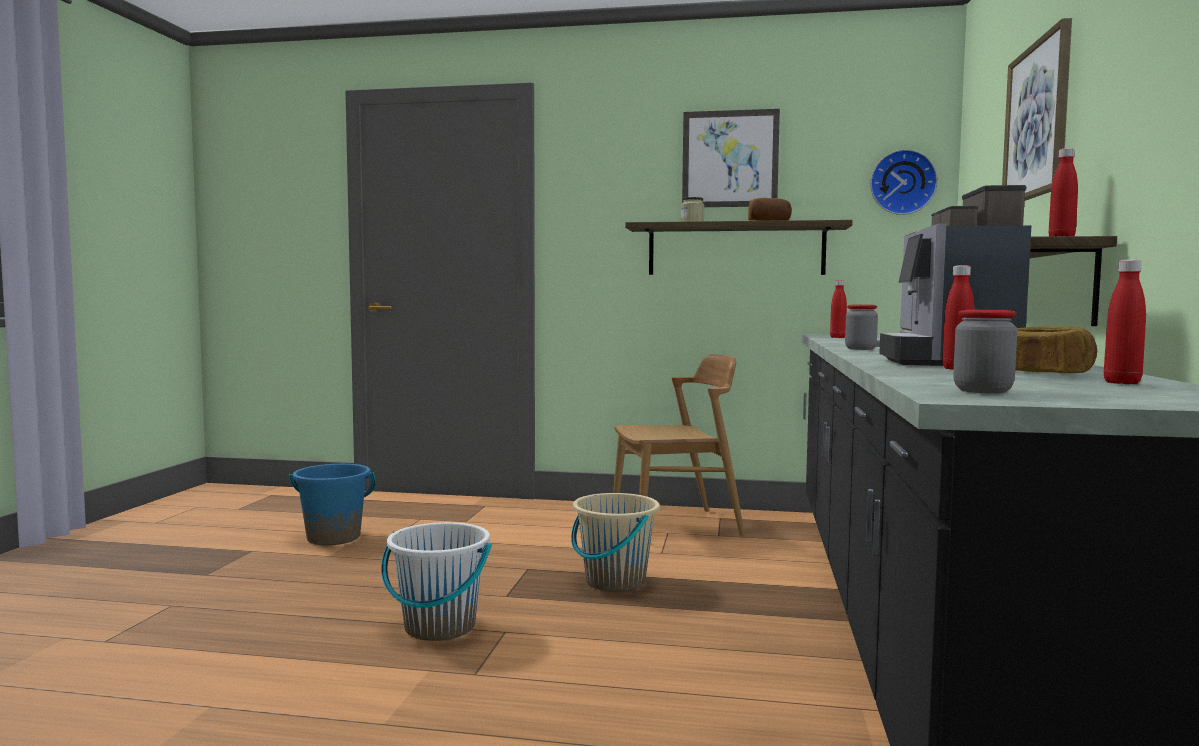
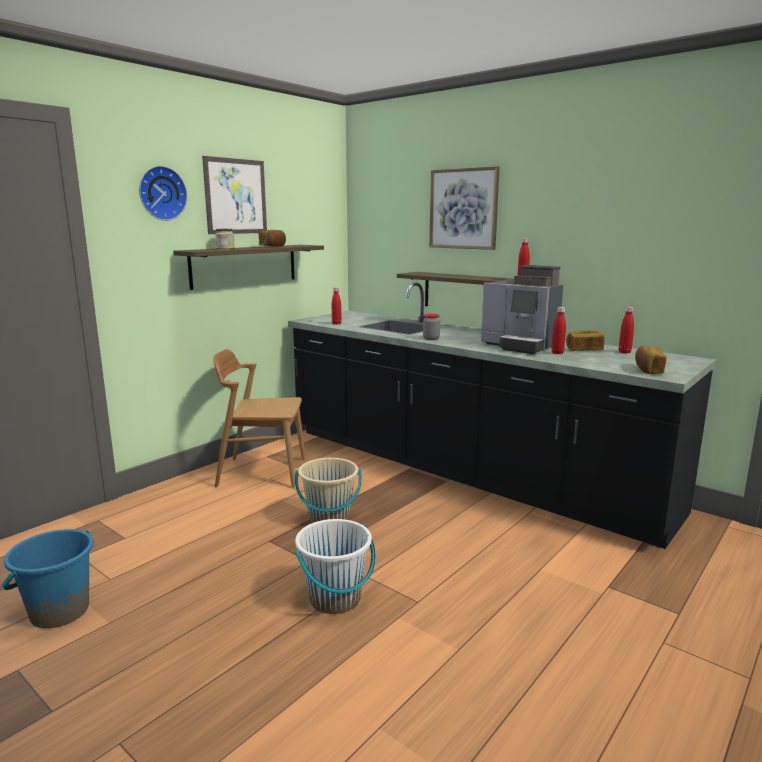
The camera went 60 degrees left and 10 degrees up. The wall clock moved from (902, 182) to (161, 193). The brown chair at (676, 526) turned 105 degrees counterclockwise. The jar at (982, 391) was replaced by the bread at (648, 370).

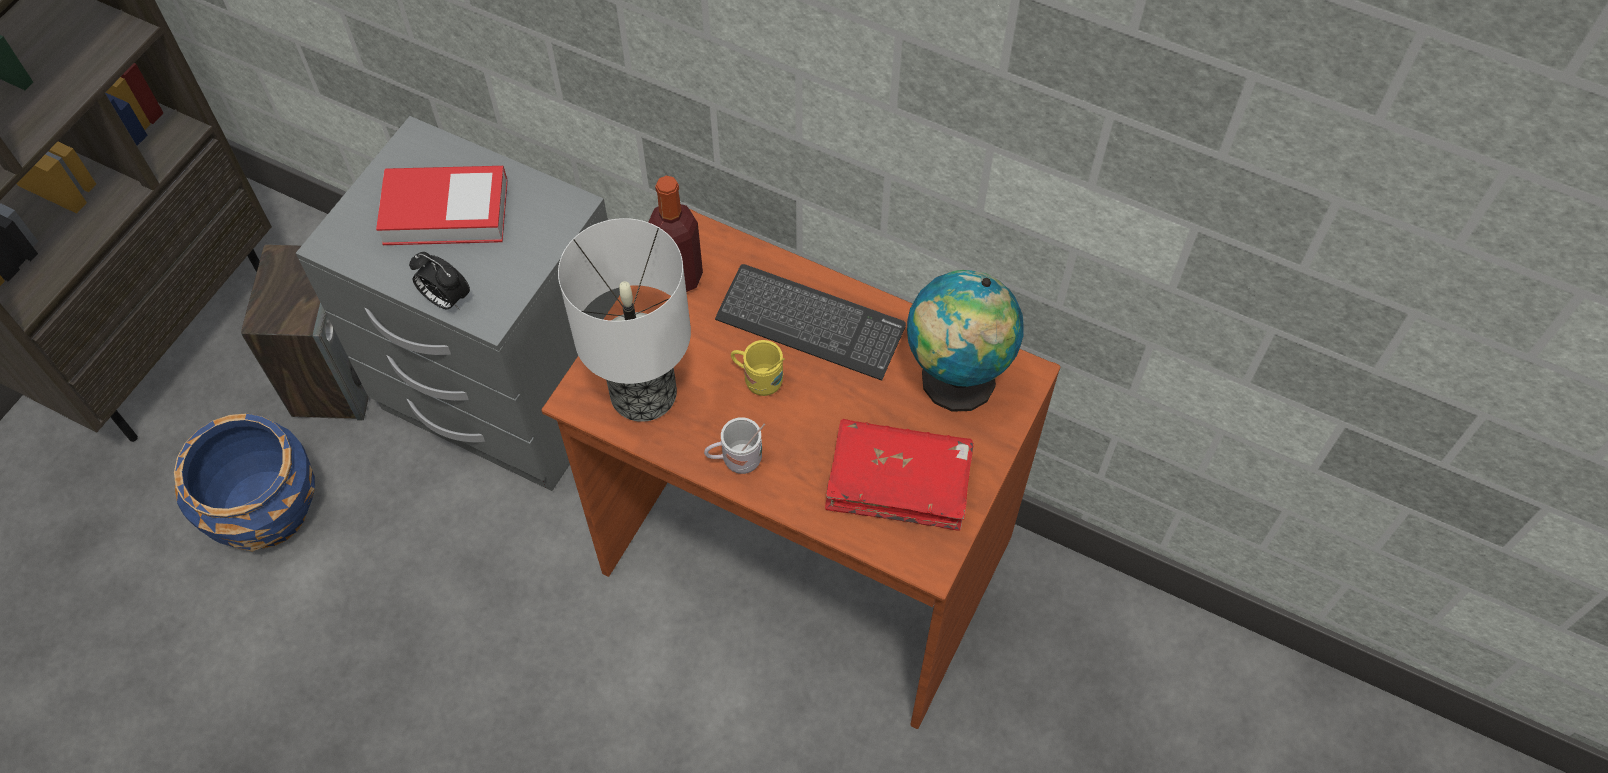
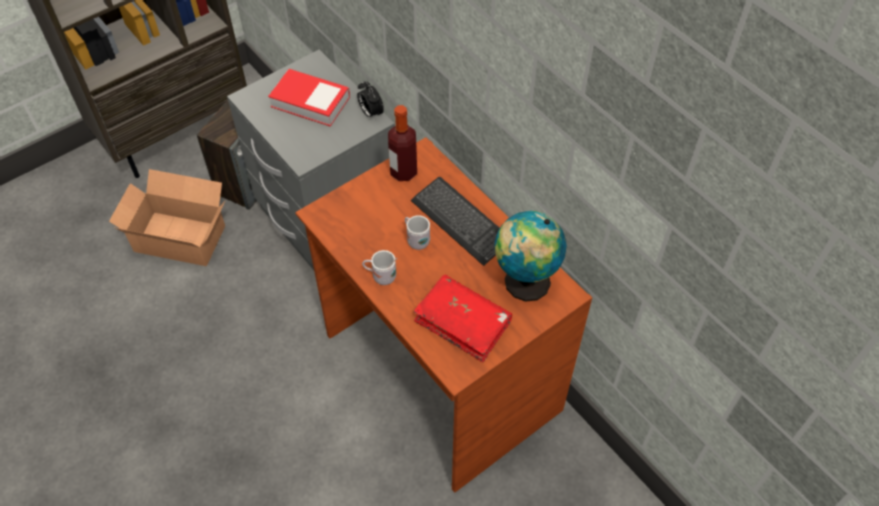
The camera went 25 degrees right and 5 degrees down. The blue planter at (266, 510) was replaced by the cardboard box at (179, 235). The alarm clock moved from (445, 299) to (370, 113). The yellow mug at (758, 380) became the white mug at (416, 240). The table lamp at (643, 392) disappeared.

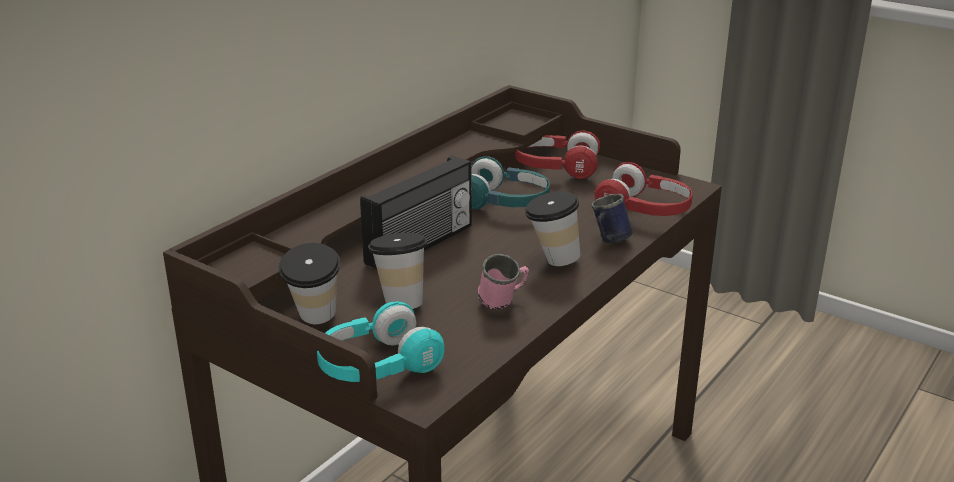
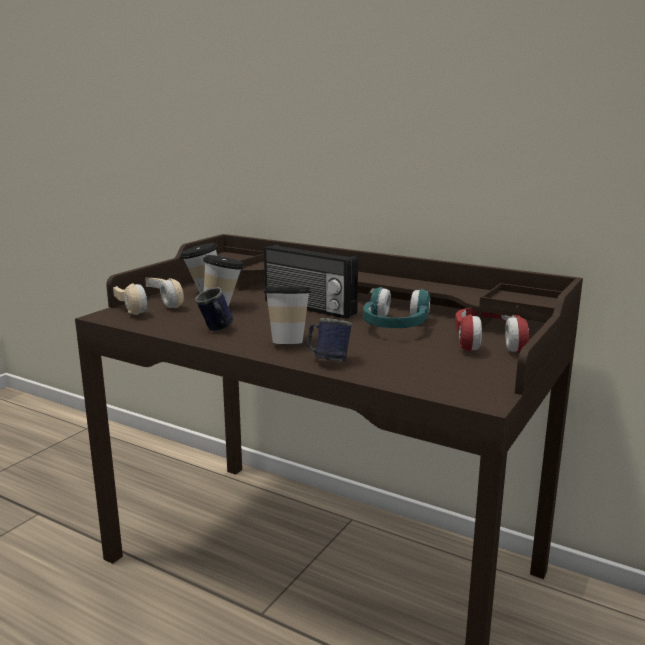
The camera went 85 degrees right and 10 degrees down. The turquoise headphones at (377, 366) became the beige headphones at (146, 306). The pink mug at (504, 304) became the blue mug at (217, 330). The red headphones at (644, 210) disappeared.

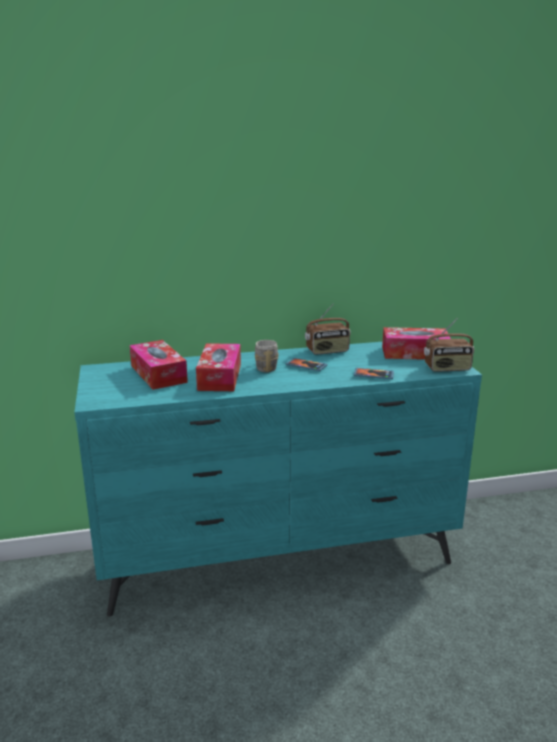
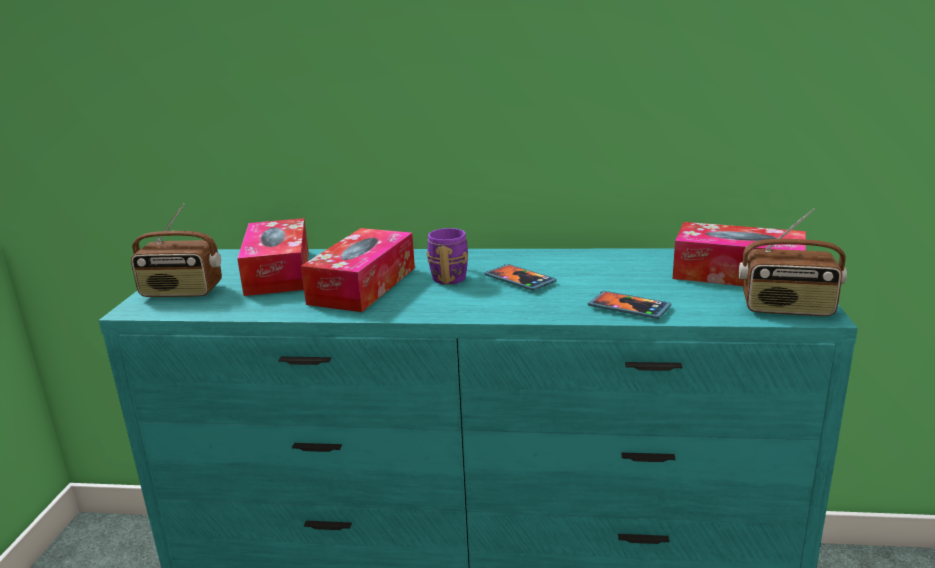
The camera went 20 degrees right and 0 degrees up. The radio moved from (327, 351) to (181, 292). The grey mug at (265, 367) became the purple mug at (450, 275).

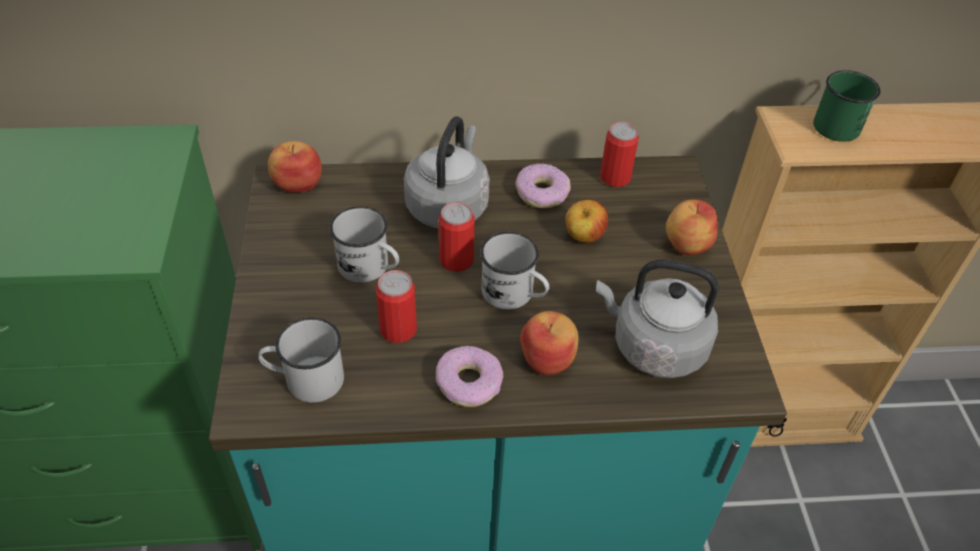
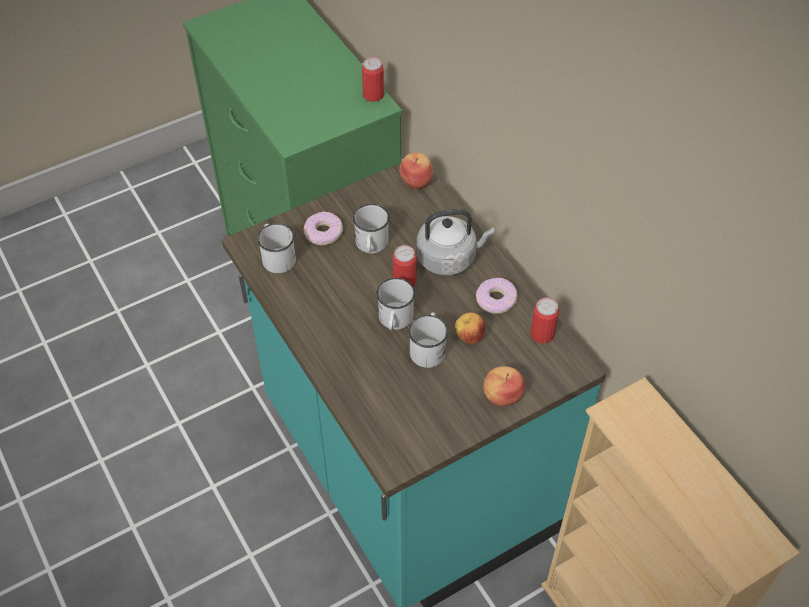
The camera went 65 degrees right and 5 degrees up. The donut moved from (469, 382) to (324, 233). The can moved from (398, 329) to (373, 95). The white mug at (428, 348) appeared. The apple at (548, 359) disappeared. The grey kettle at (653, 346) disappeared. The green mug at (837, 123) disappeared.

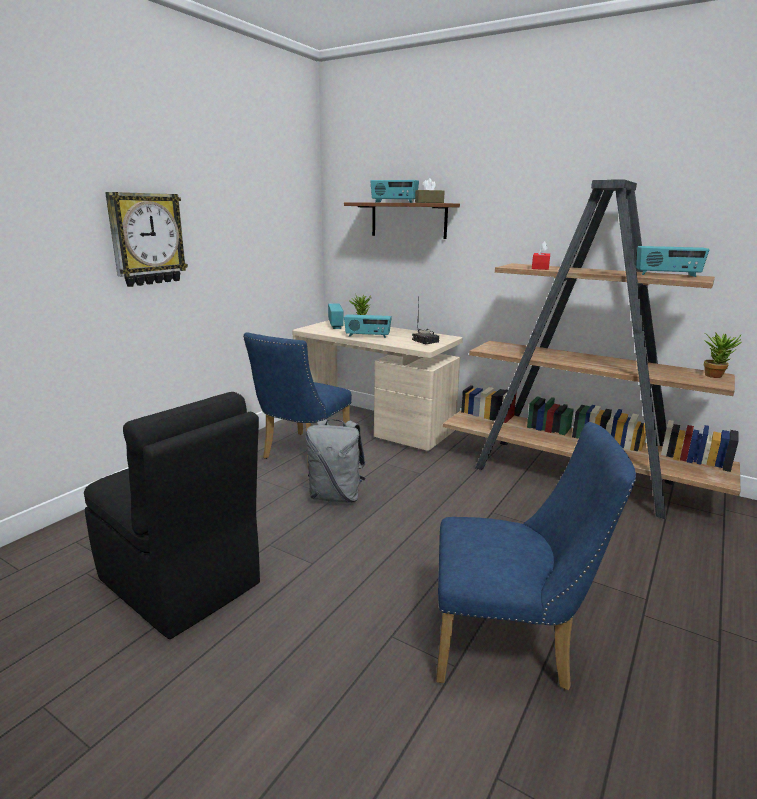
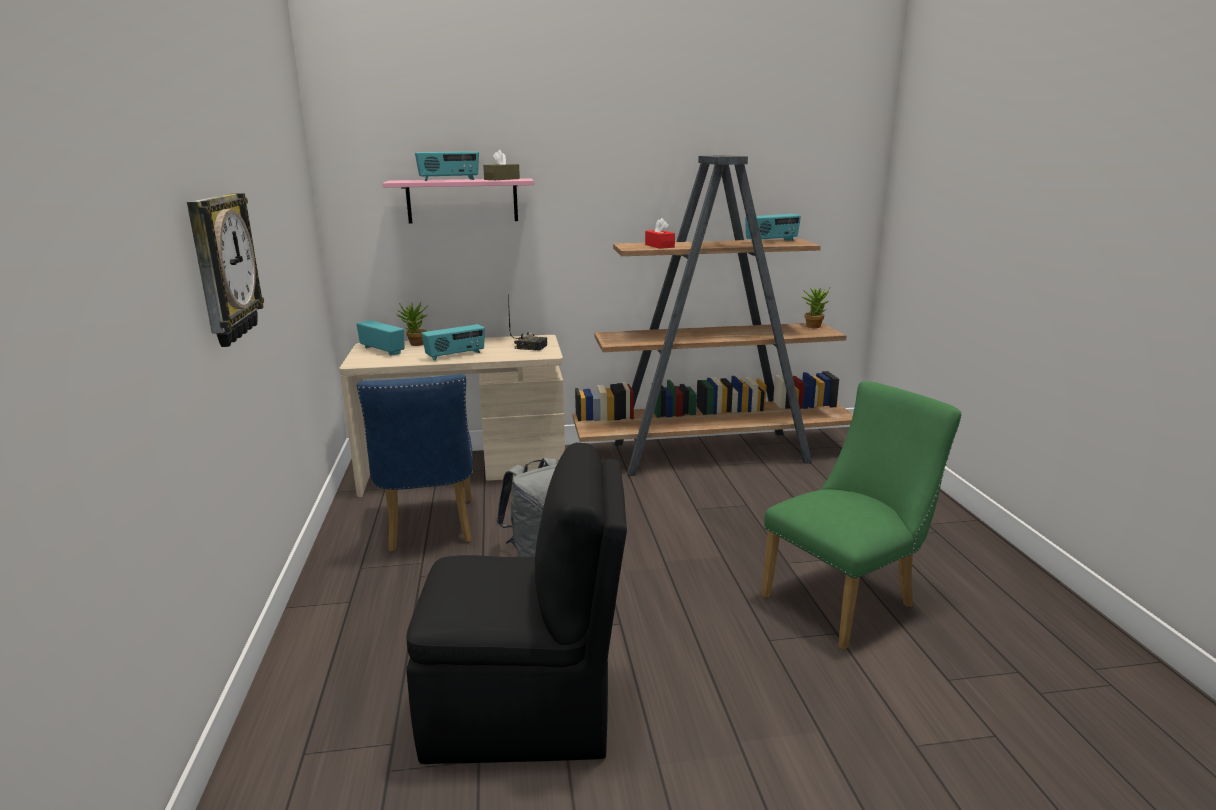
The camera went 40 degrees left and 0 degrees up. The brown shelf at (408, 220) became the pink shelf at (462, 201). The blue chair at (510, 646) became the green chair at (847, 600).

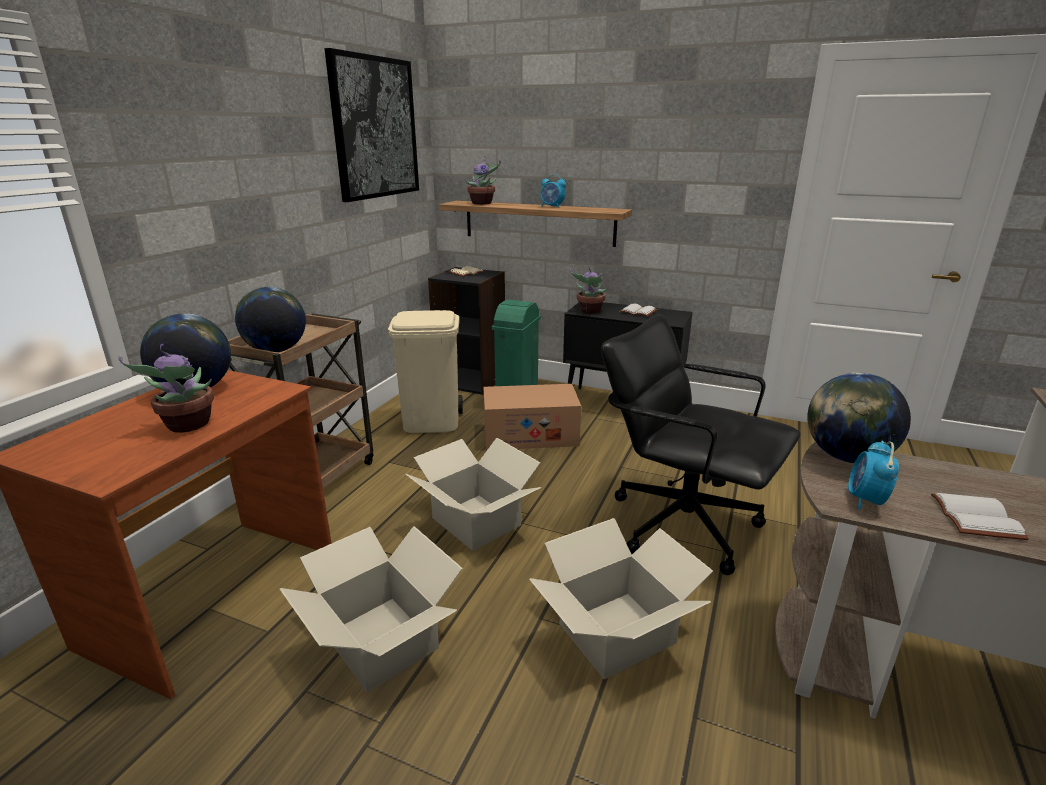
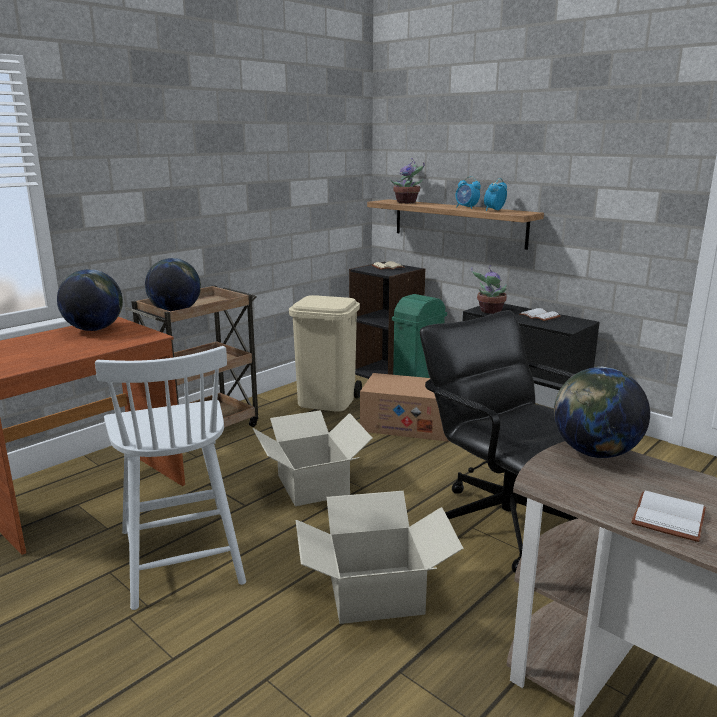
The camera went 20 degrees right and 5 degrees down. The cardboard box at (380, 642) was replaced by the white chair at (181, 554). The alarm clock moved from (865, 500) to (494, 210). The potted plant at (187, 425) disappeared. The picture at (375, 128) disappeared.

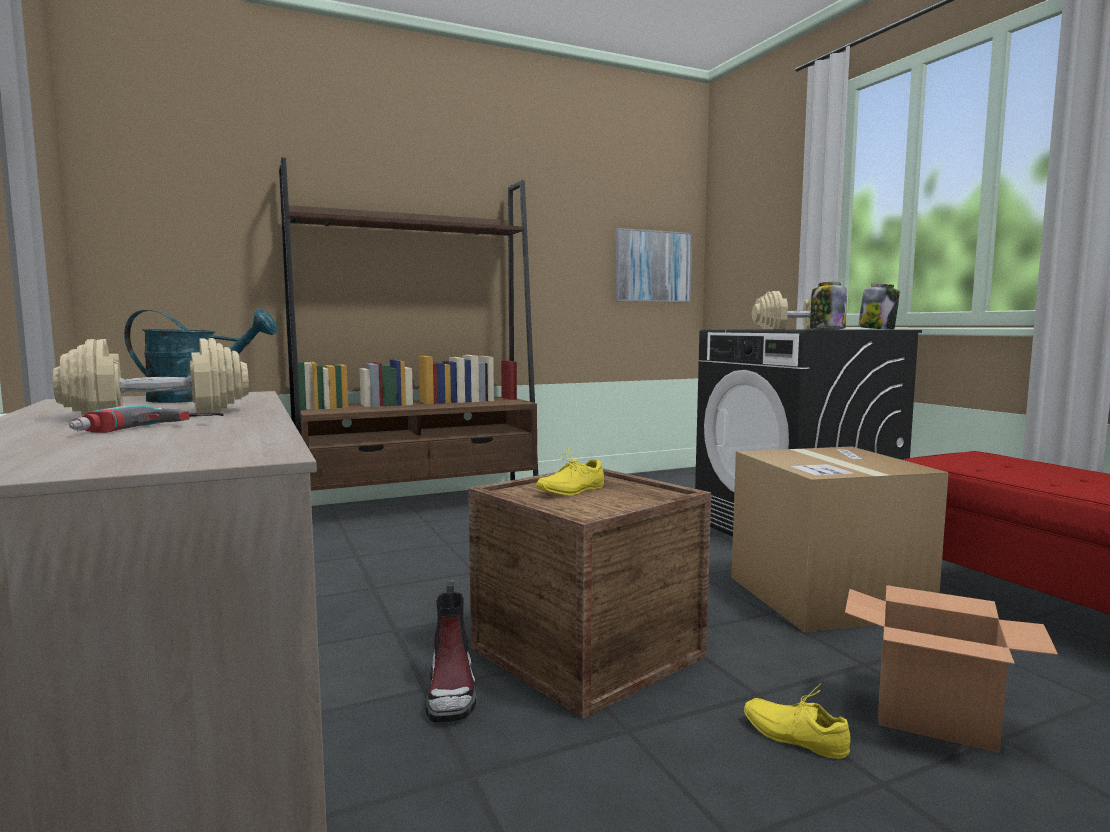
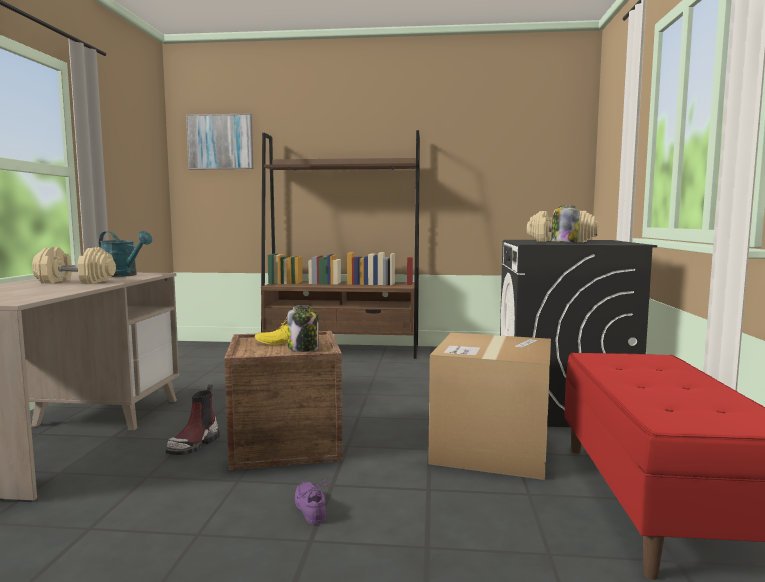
The camera went 30 degrees right and 0 degrees up. The picture moved from (652, 266) to (220, 142). The jar moved from (877, 329) to (303, 348). The yellow shoe at (795, 734) became the purple shoe at (312, 507). The power drill at (148, 429) disappeared. The cardboard box at (936, 719) disappeared.

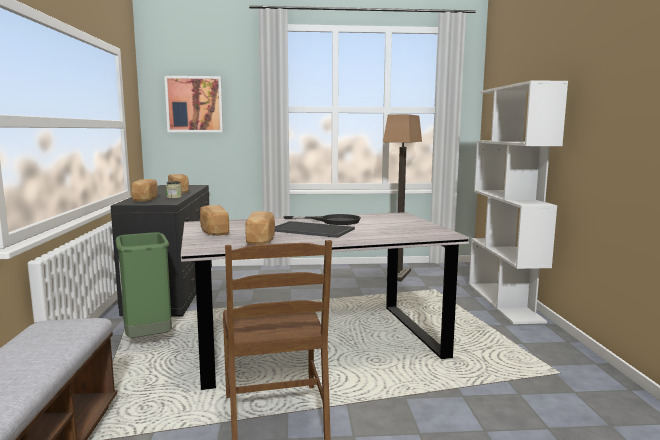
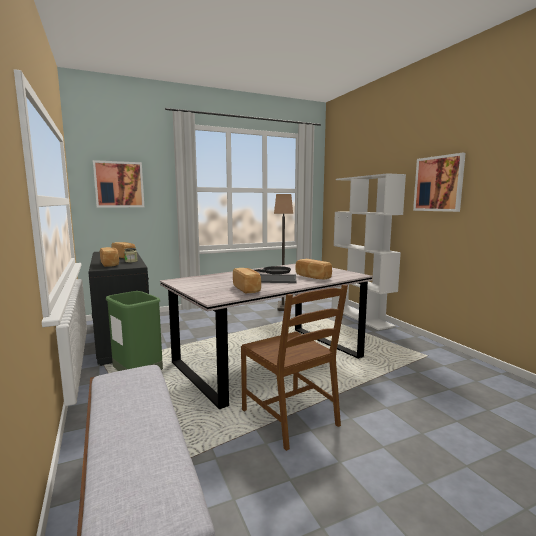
The camera went 20 degrees left and 0 degrees up. The bread moved from (213, 231) to (312, 277). The picture at (438, 184) appeared.

